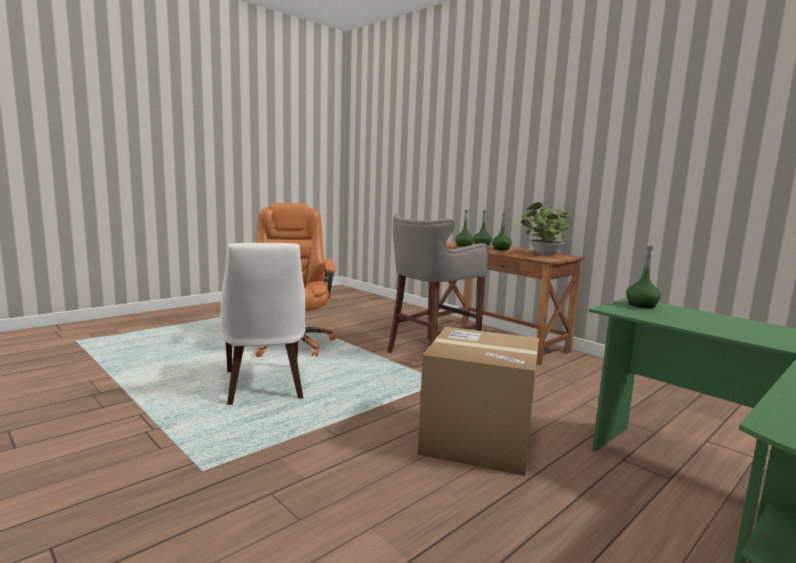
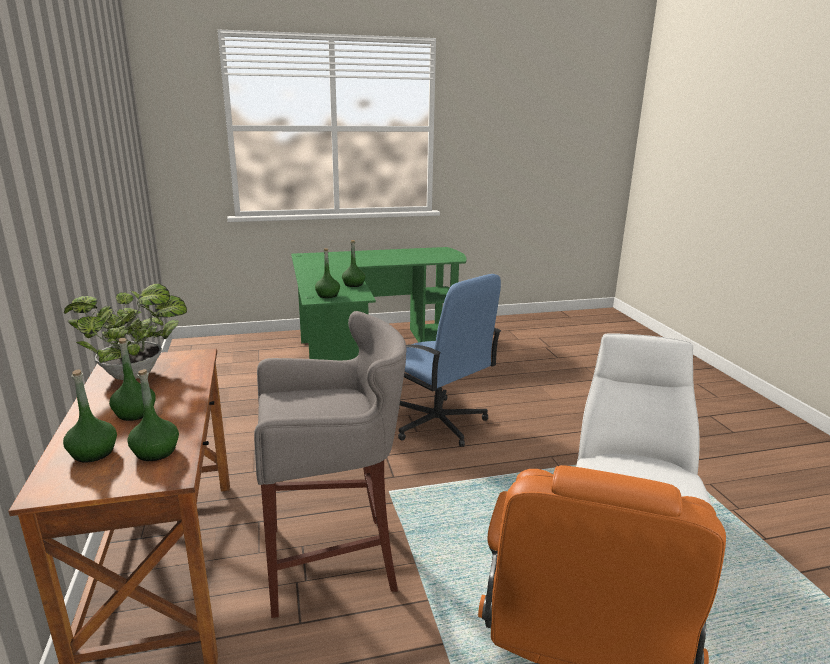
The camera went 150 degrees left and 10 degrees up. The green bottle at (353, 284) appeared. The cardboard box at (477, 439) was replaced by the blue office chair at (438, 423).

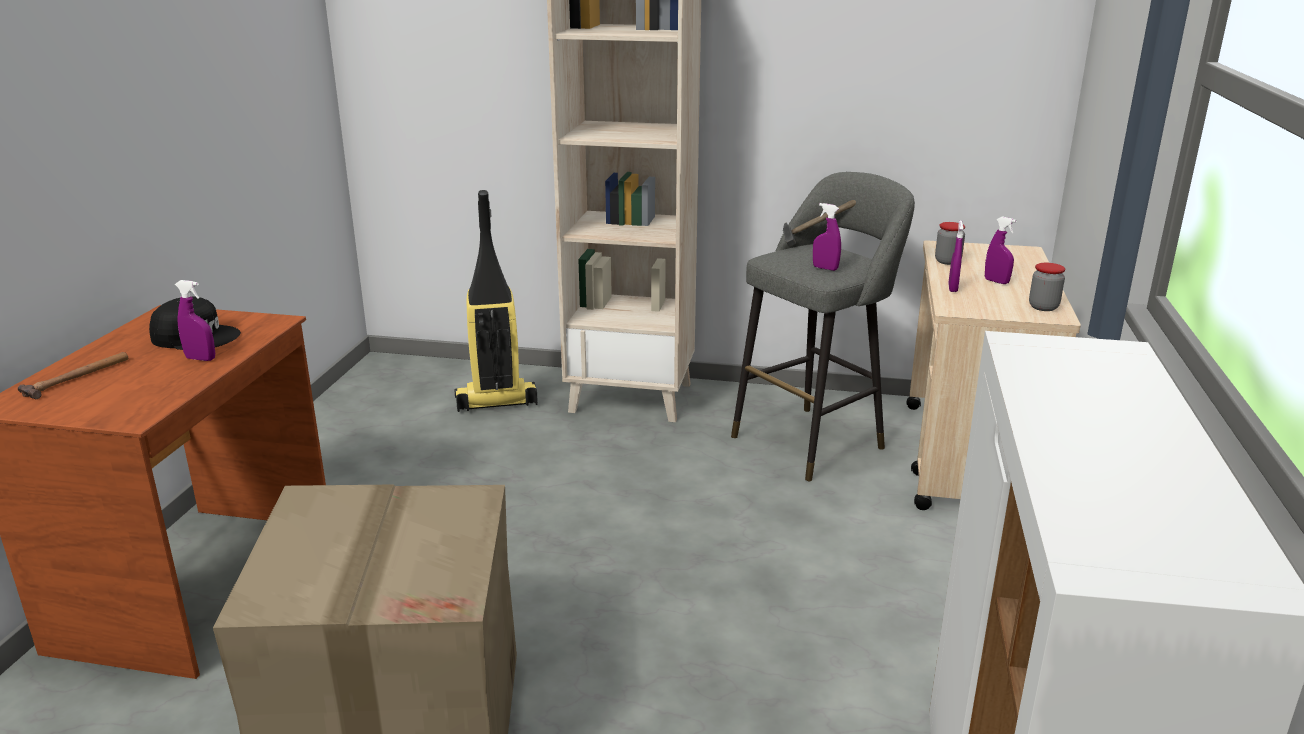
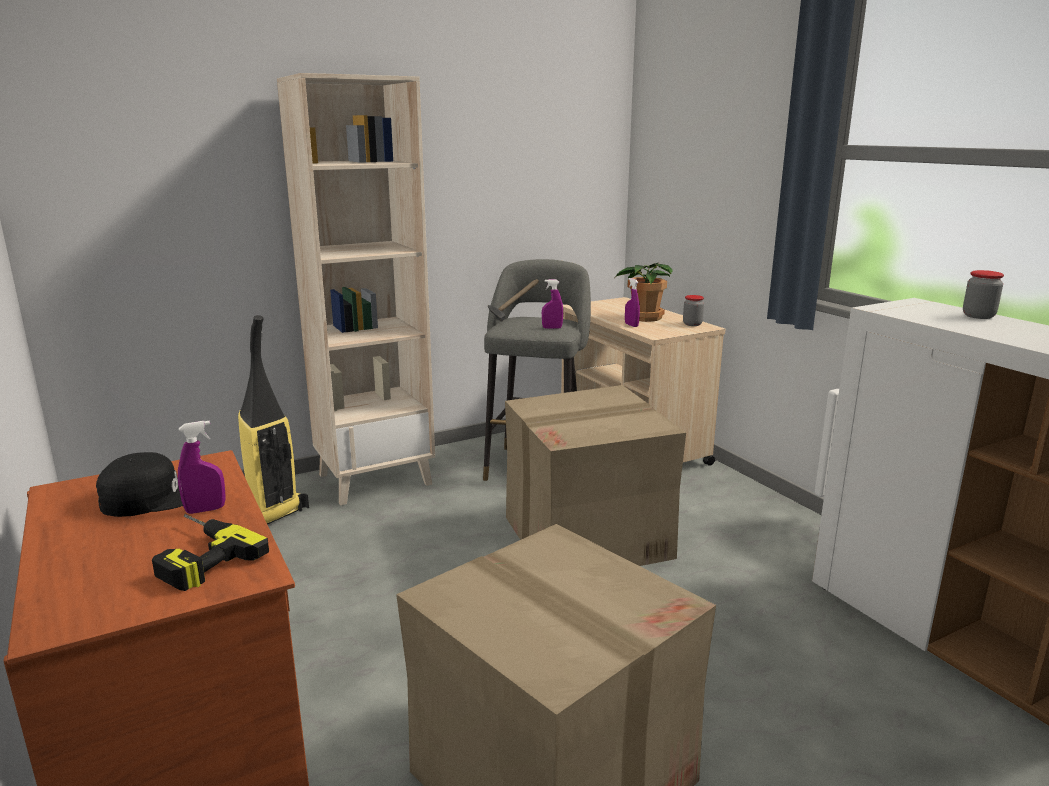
The camera went 40 degrees left and 5 degrees down. The power drill at (195, 556) appeared. The cardboard box at (588, 537) appeared. The purple spray bottle at (996, 281) was replaced by the potted plant at (644, 317). The jar moved from (947, 261) to (978, 316). The hammer at (77, 378) disappeared.

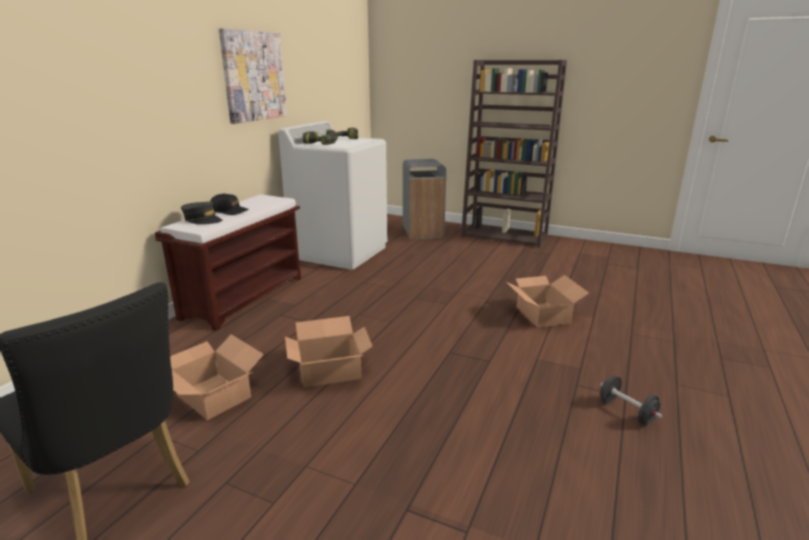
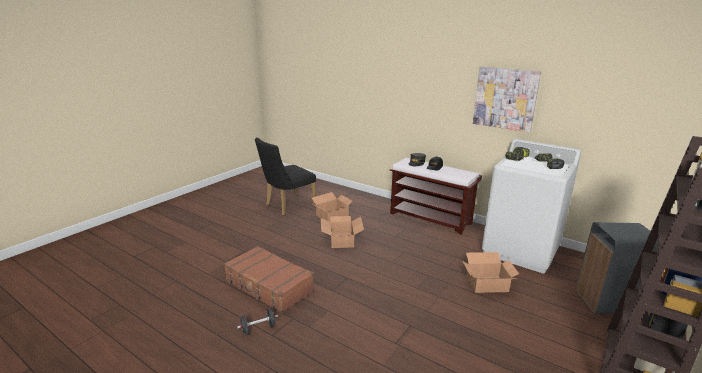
The camera went 100 degrees right and 0 degrees up. The brown suitcase at (268, 286) appeared. The cardboard box moved from (543, 314) to (487, 284).

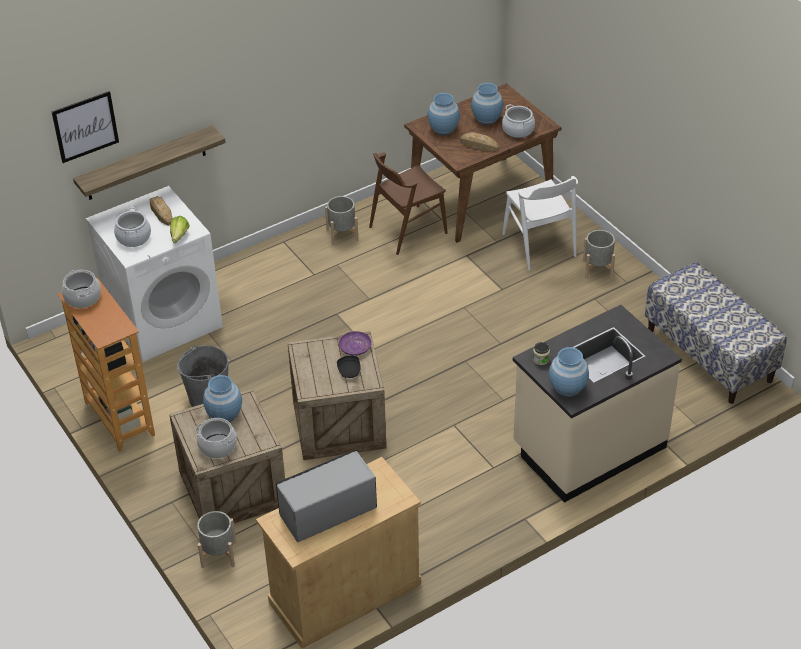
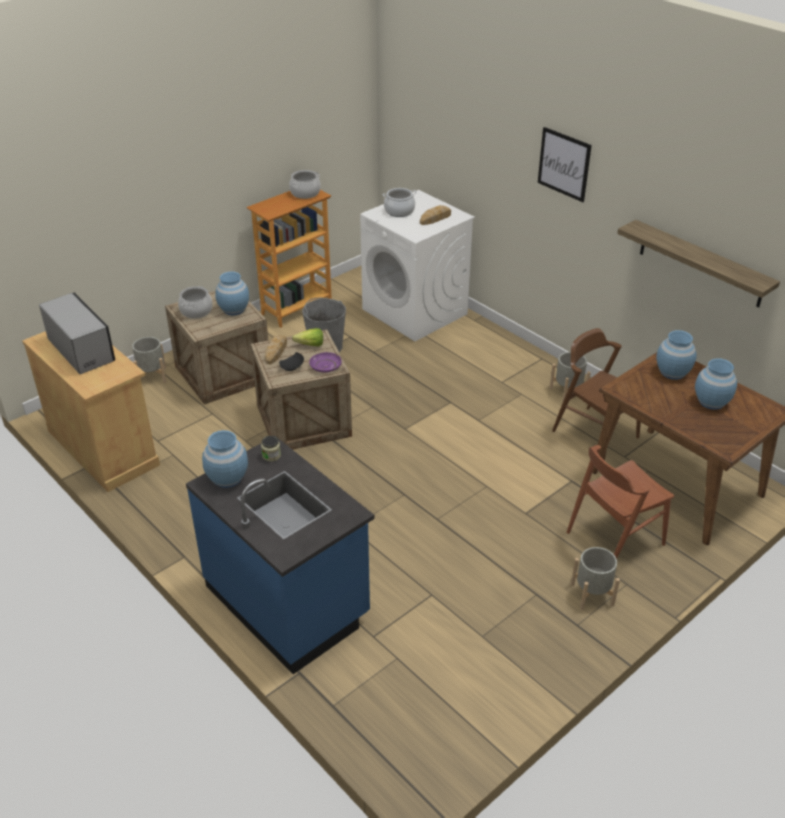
The camera went 80 degrees right and 5 degrees down. The beige counter at (588, 446) became the blue counter at (288, 601). The bread moved from (479, 145) to (276, 352). The lettuce moved from (178, 238) to (308, 345). The picture moved from (85, 126) to (564, 164). The white chair at (539, 245) became the brown chair at (614, 538). The shelf moved from (146, 164) to (700, 264). The cooking pot at (518, 130) disappeared. The bench at (709, 355) disappeared.

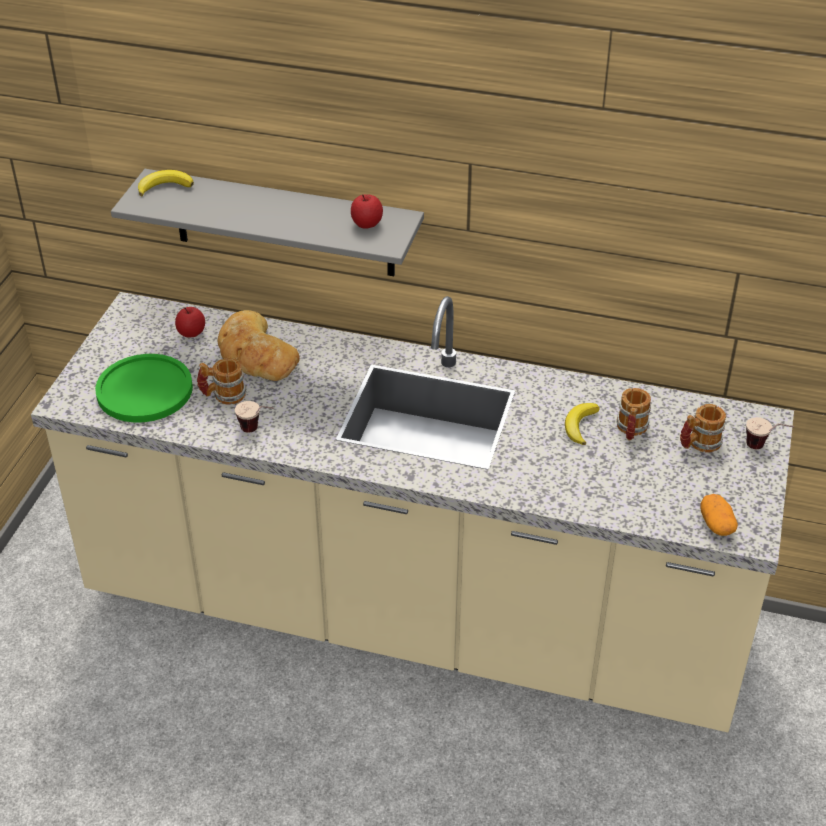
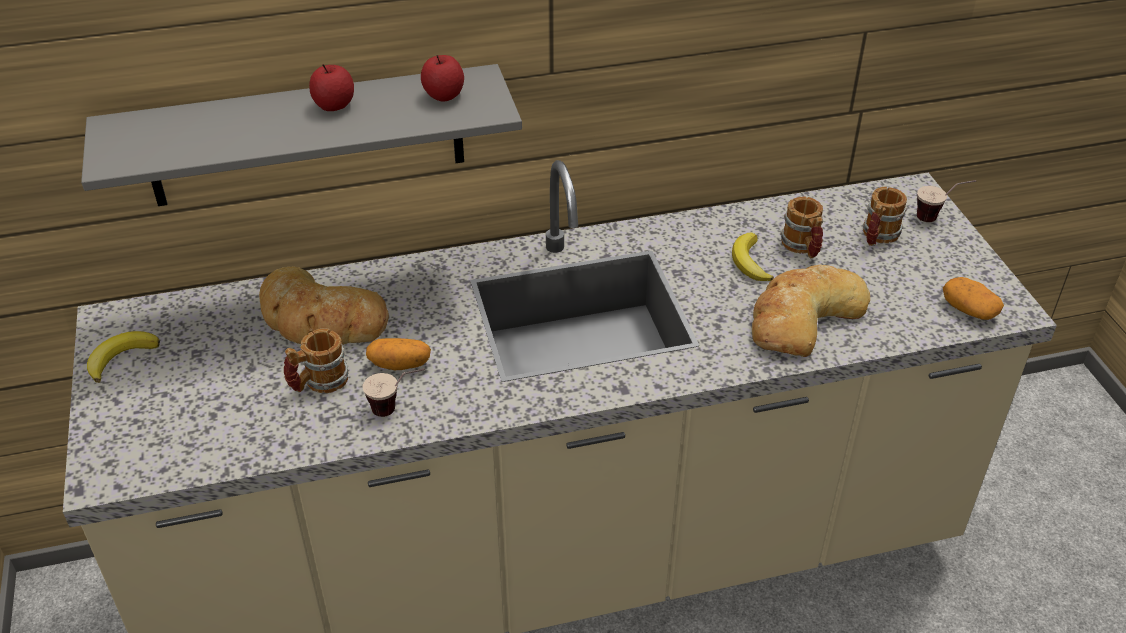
The camera went 30 degrees left and 0 degrees up. The banana moved from (165, 186) to (121, 357). The apple moved from (191, 333) to (334, 105). The potato at (399, 364) appeared. The bread at (802, 317) appeared. The green plate at (144, 390) disappeared.

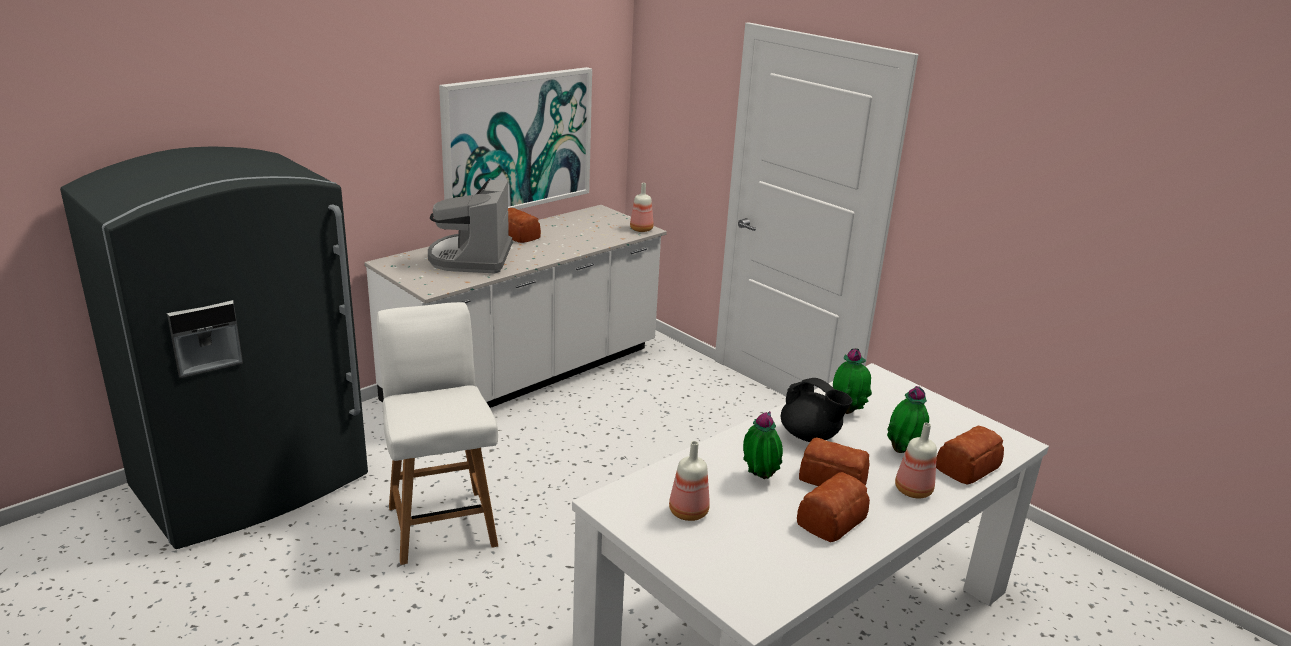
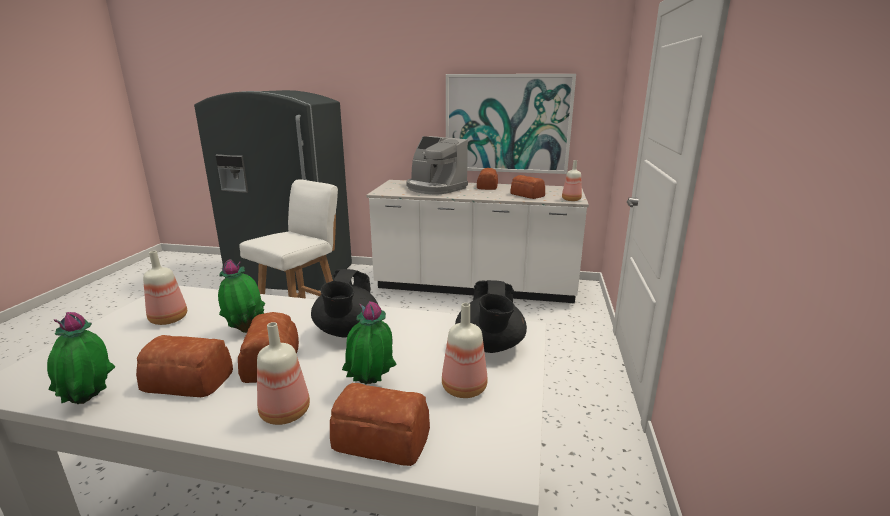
The camera went 55 degrees right and 5 degrees down. The potted plant moved from (847, 411) to (90, 401). The coffee machine at (471, 258) turned 105 degrees counterclockwise. The bottle at (465, 389) appeared. The black teapot at (490, 346) appeared. The bread at (527, 195) appeared.

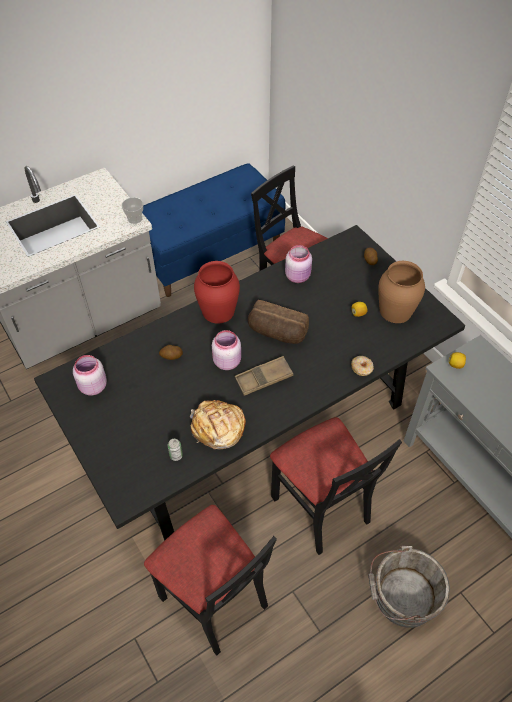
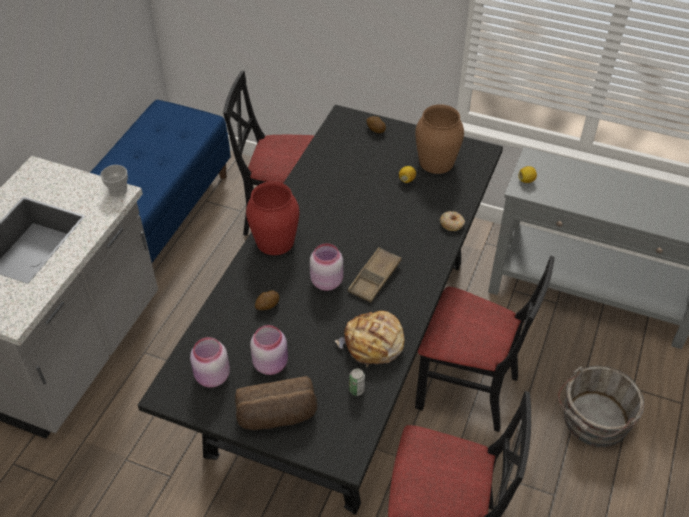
The camera went 35 degrees left and 5 degrees down. The bread moved from (277, 333) to (277, 417). The pink jar moved from (298, 276) to (271, 363).

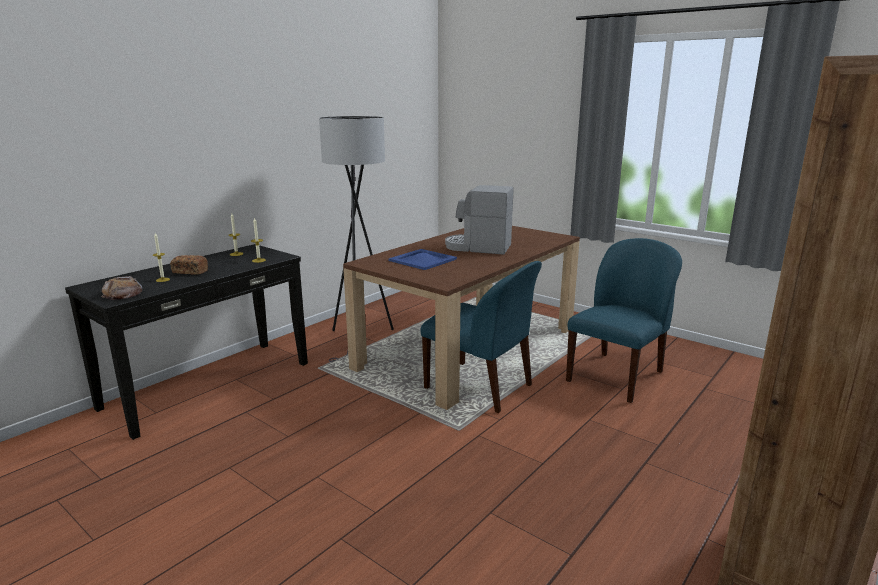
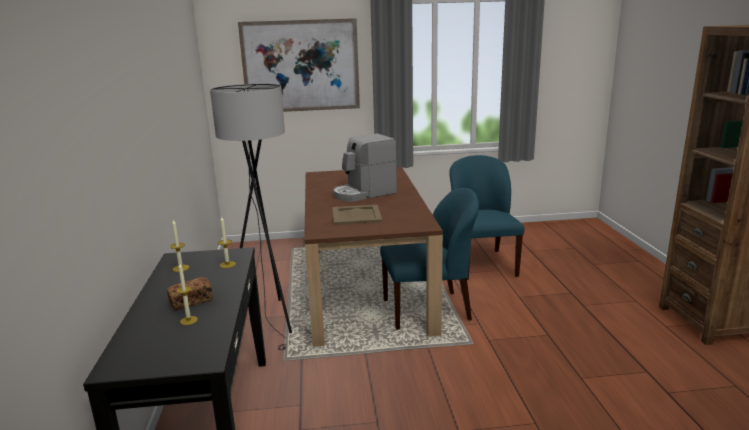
The camera went 45 degrees left and 0 degrees up. The picture at (301, 66) appeared. The blue tray at (422, 260) became the beige tray at (357, 215). The bread at (123, 293) disappeared.

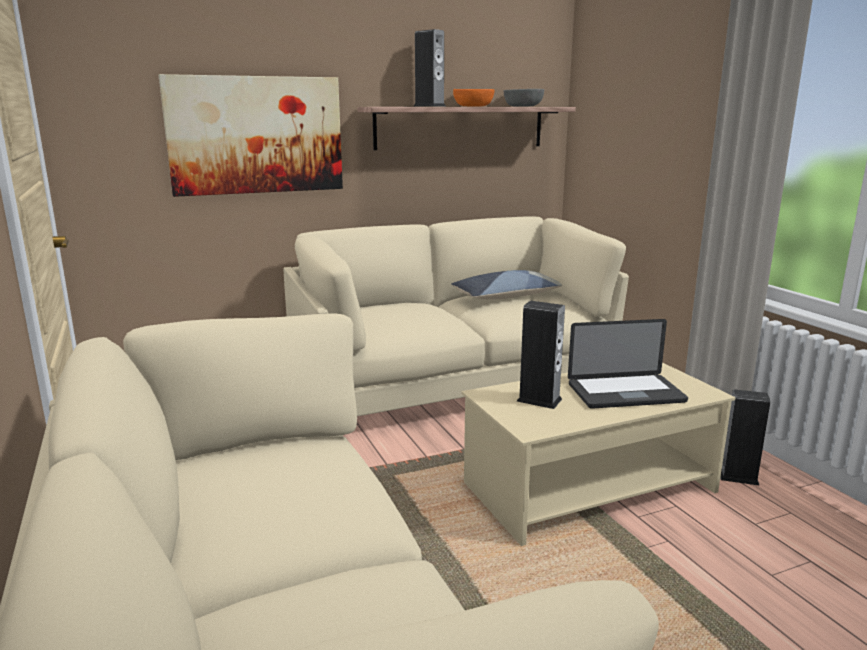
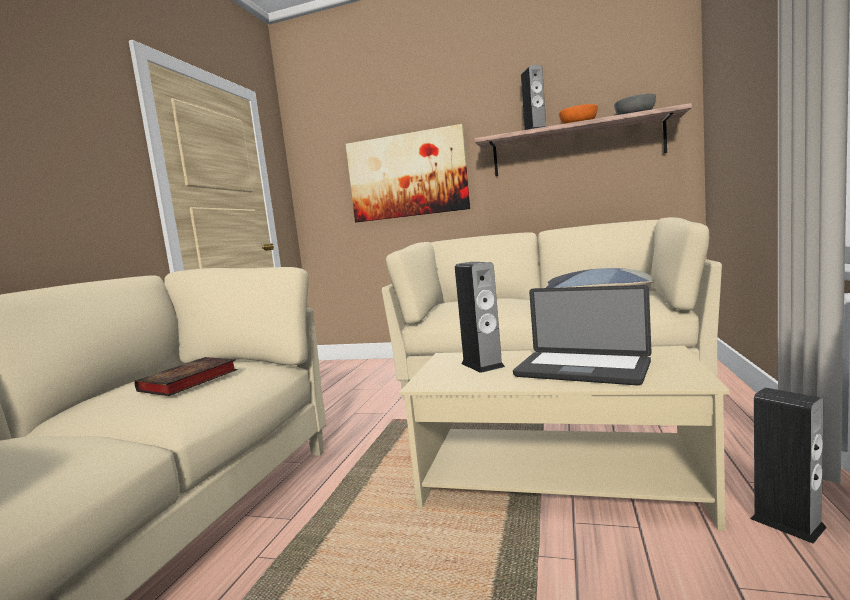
The camera went 40 degrees right and 10 degrees down. The book at (187, 382) appeared.

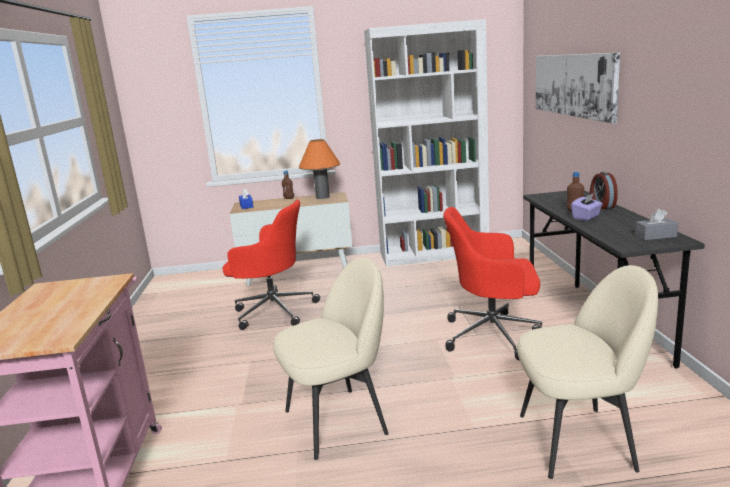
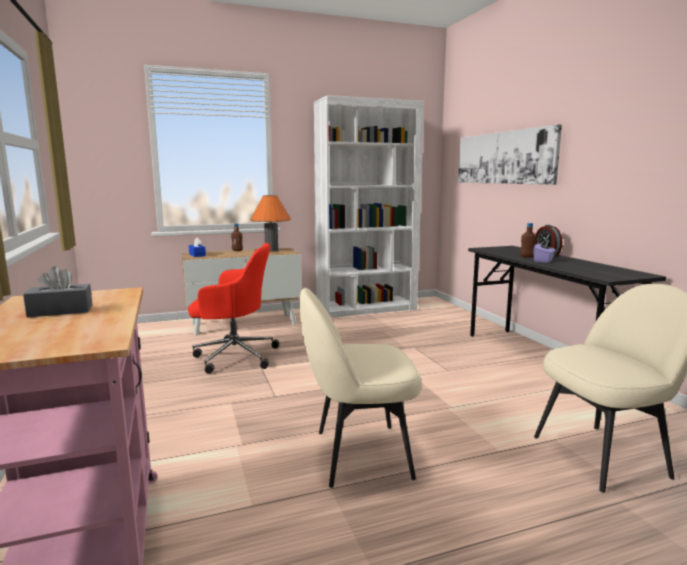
The camera went 15 degrees left and 5 degrees down. The grey tissue box moved from (655, 236) to (60, 311). The beige chair at (338, 421) turned 150 degrees counterclockwise. The red office chair at (493, 335) disappeared.

